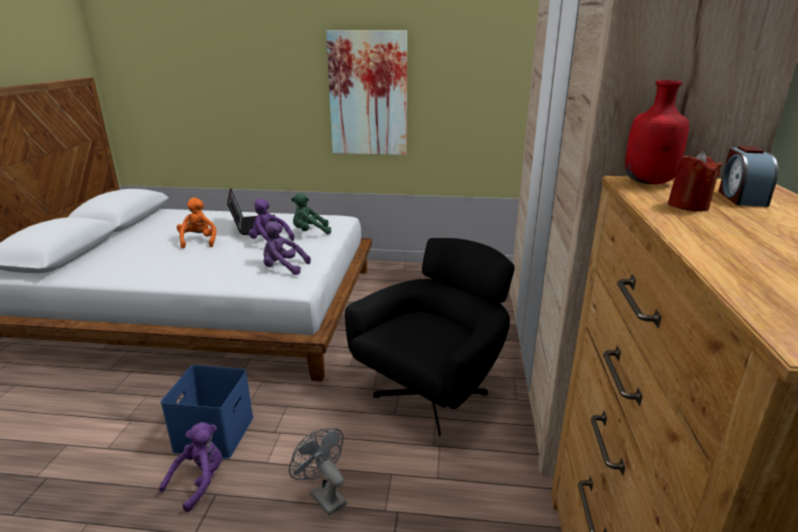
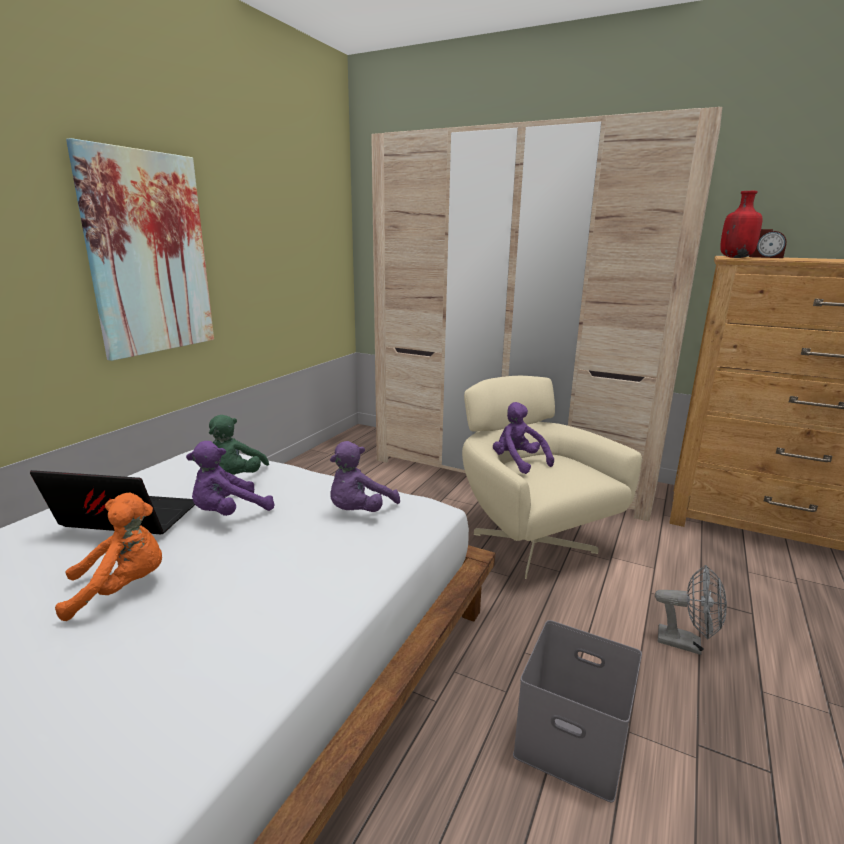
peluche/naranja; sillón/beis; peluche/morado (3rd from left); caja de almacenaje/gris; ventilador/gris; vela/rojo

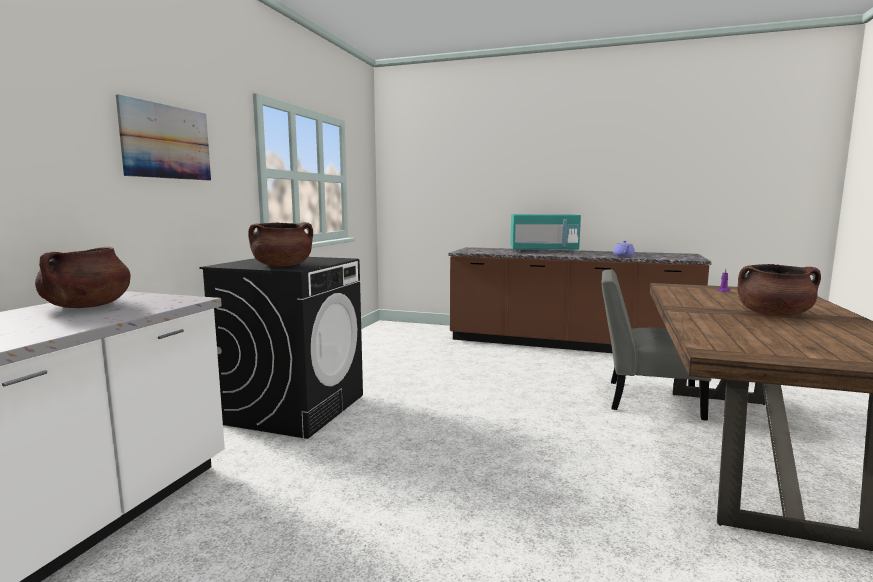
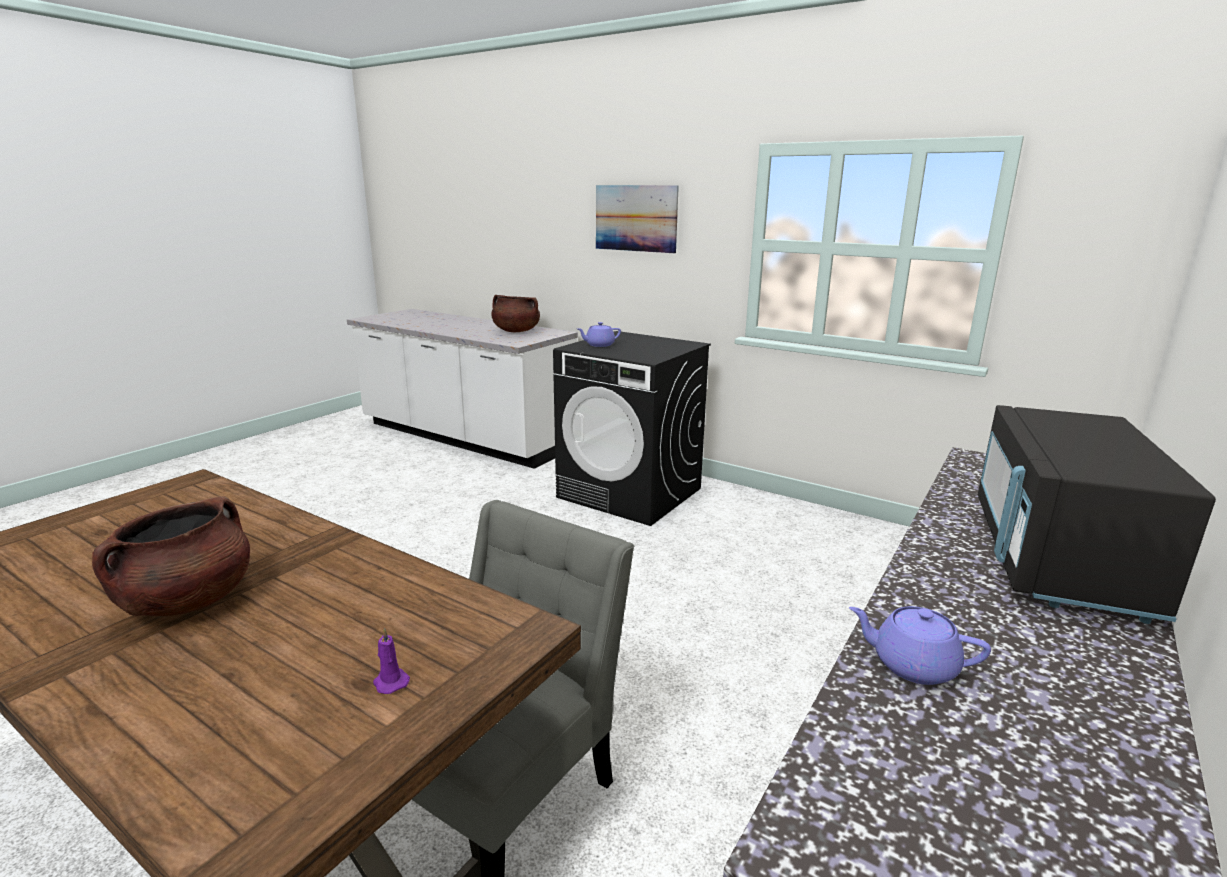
tetera/morado (1st from left); microondas/negro

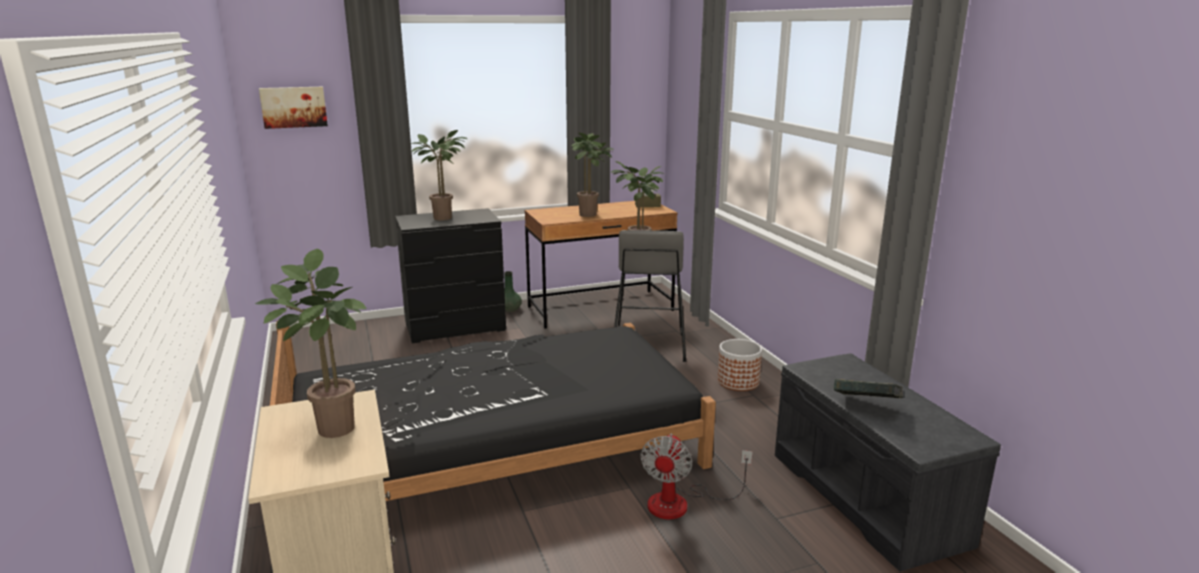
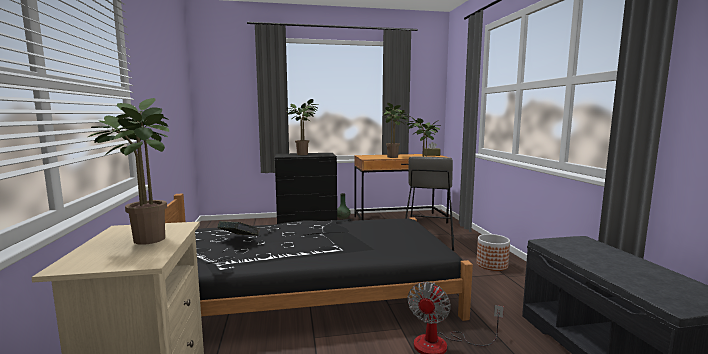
libro; cuadro

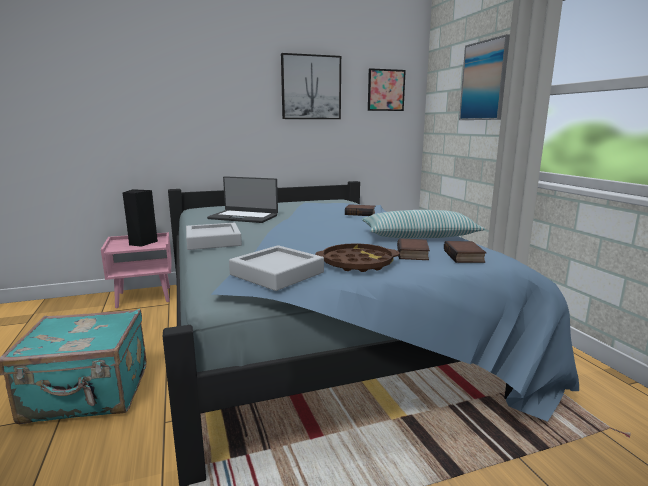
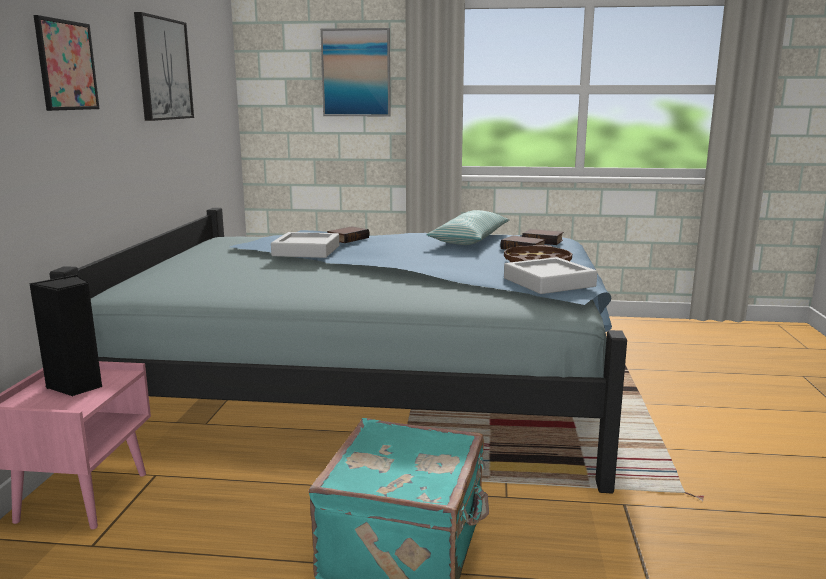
cuadro (1st from left); bandeja/gris (1st from left); portátil

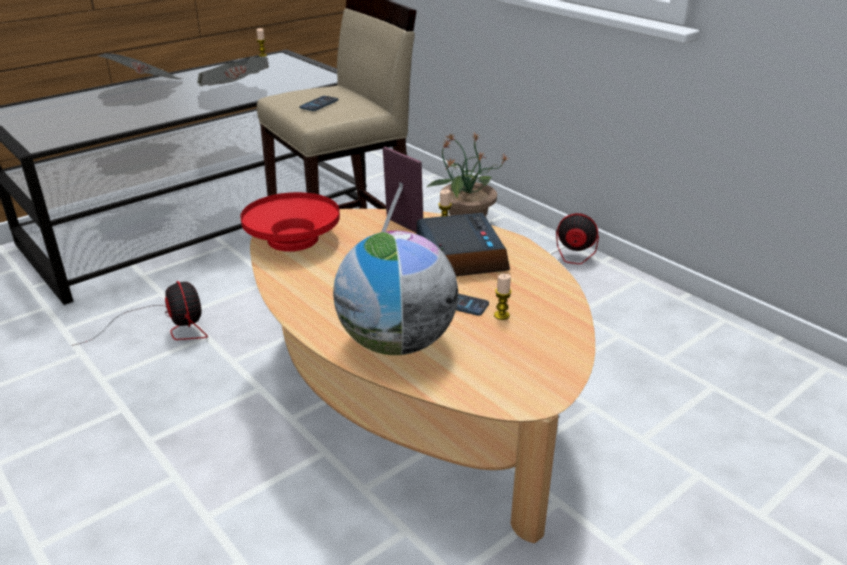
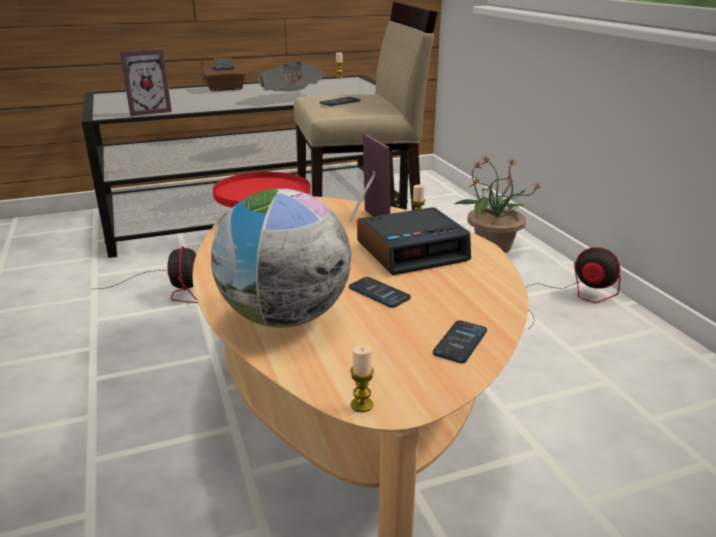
portarretratos (1st from left); caja de pañuelos/marrón; vela (2nd from left); despertador; móvil (3rd from left)

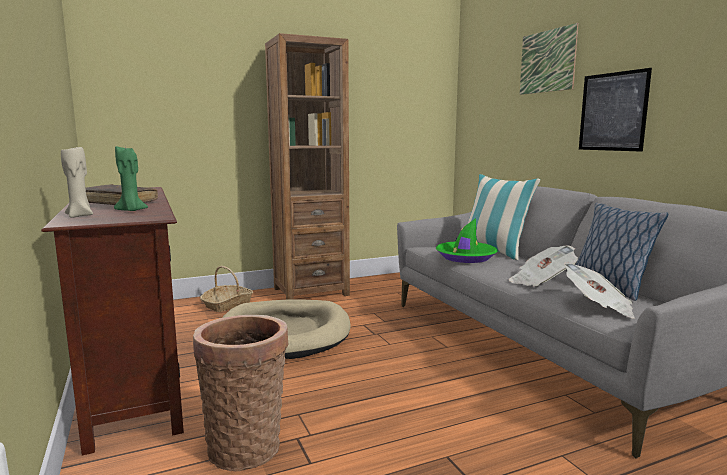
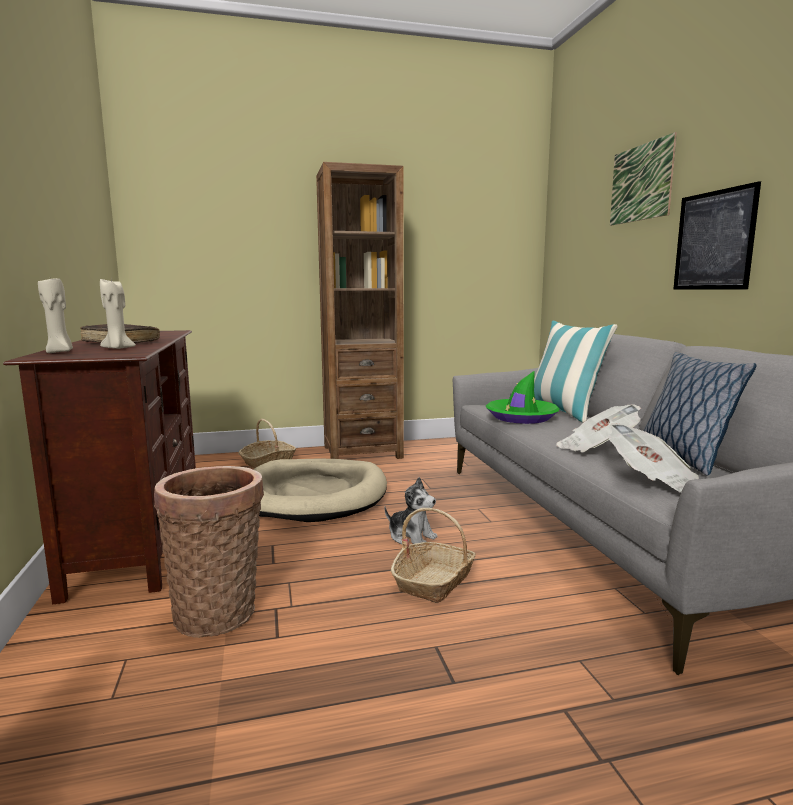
vela/beis (2nd from left); peluche; cesta (3rd from left)

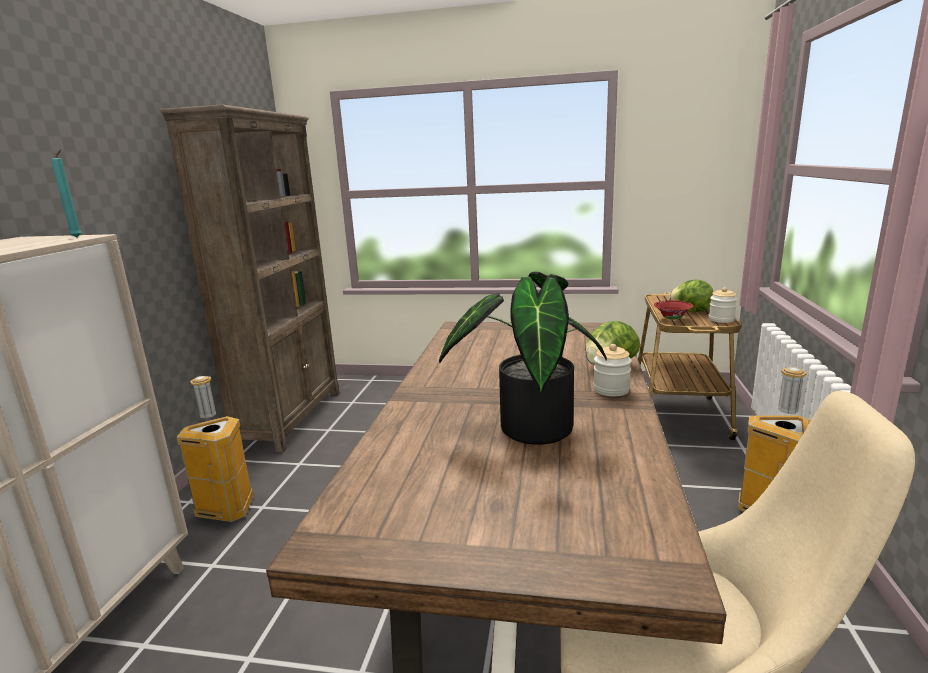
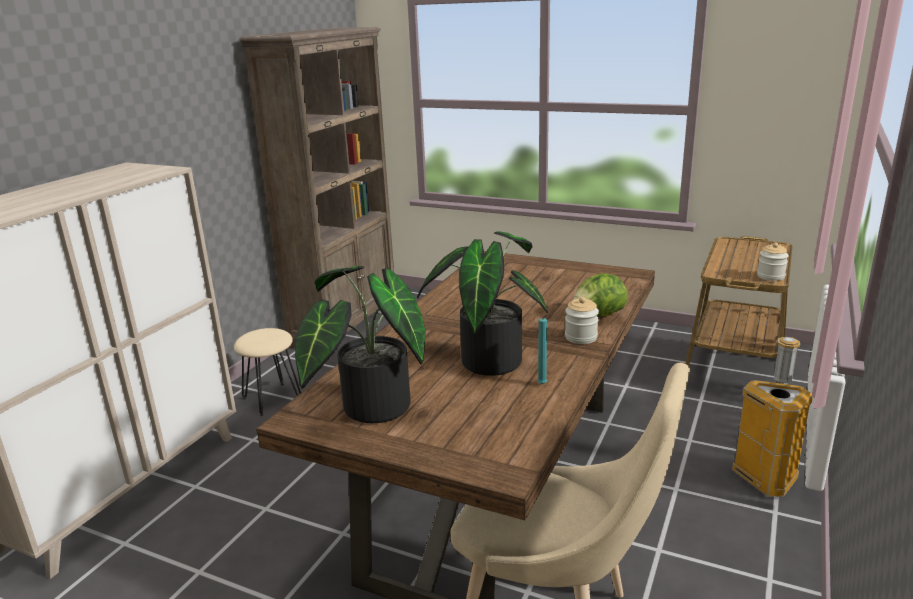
taburete/beis; planta en maceta (1st from left); vela/turquesa; cuenco/rojo; lechuga (2nd from left in the first image)

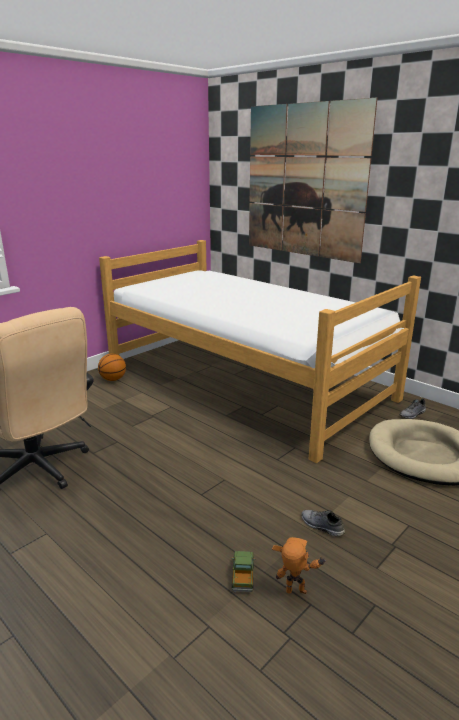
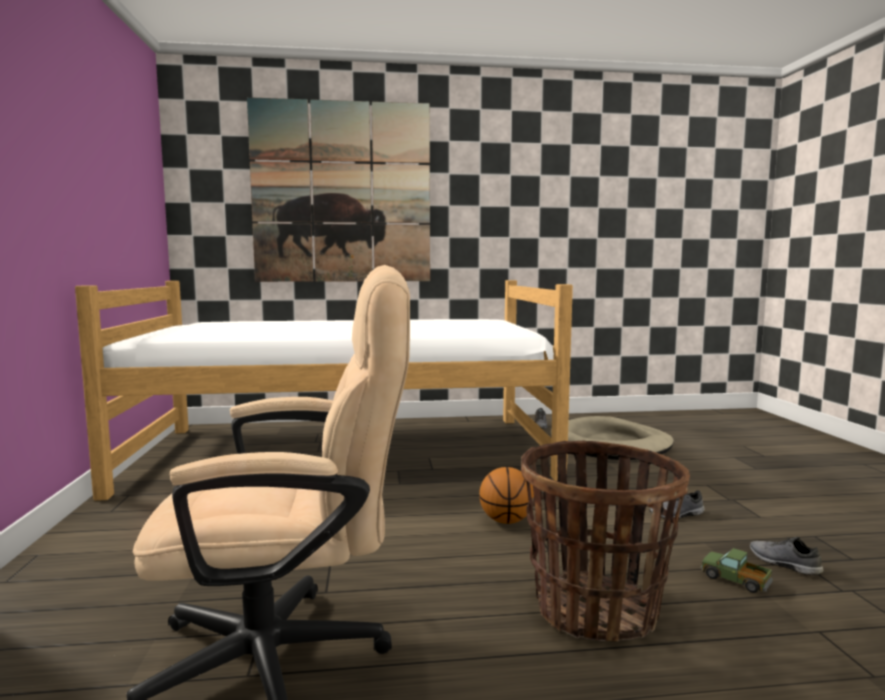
balón de baloncesto; cesta; zapato/gris (3rd from left)

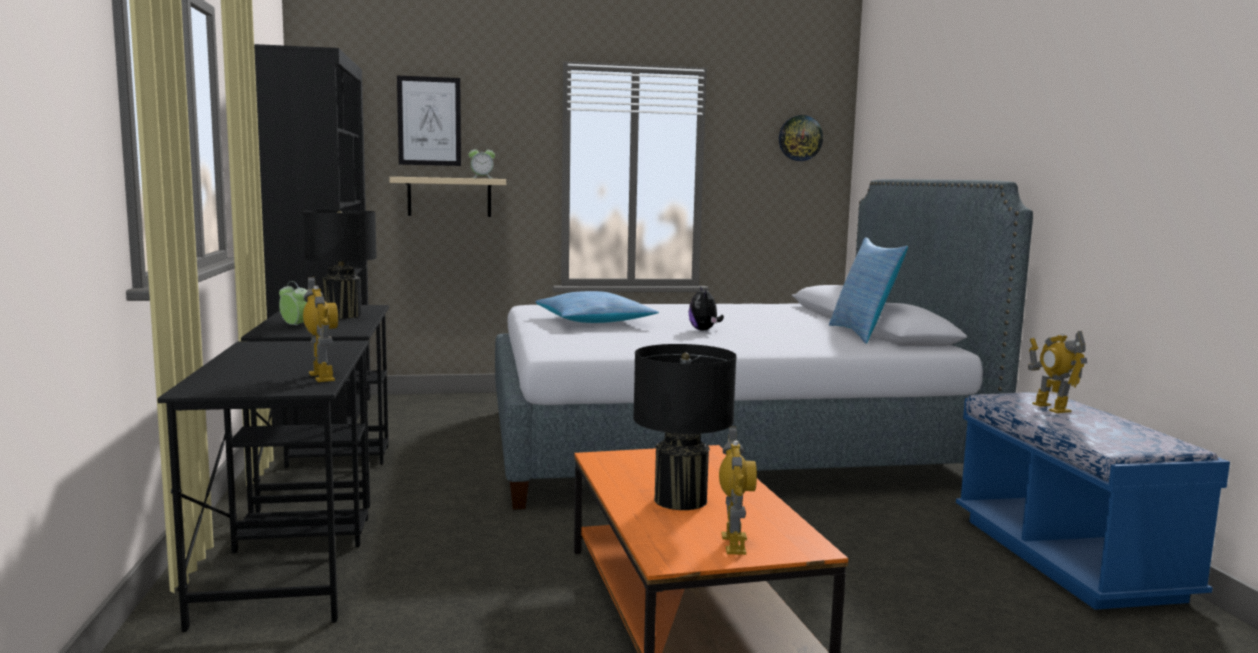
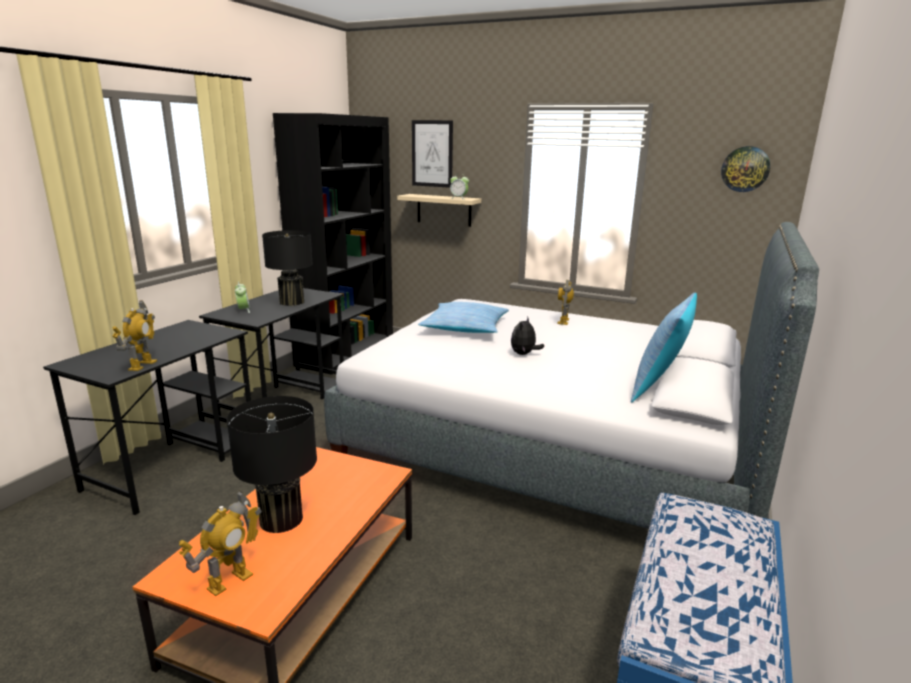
robot de juguete (3rd from left)

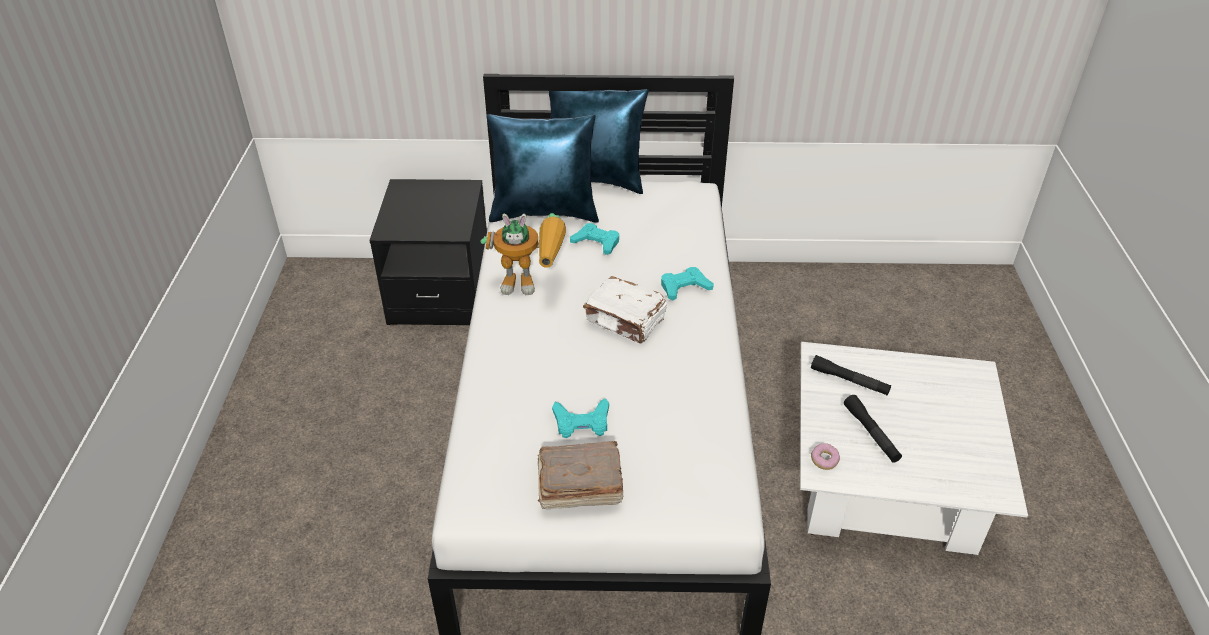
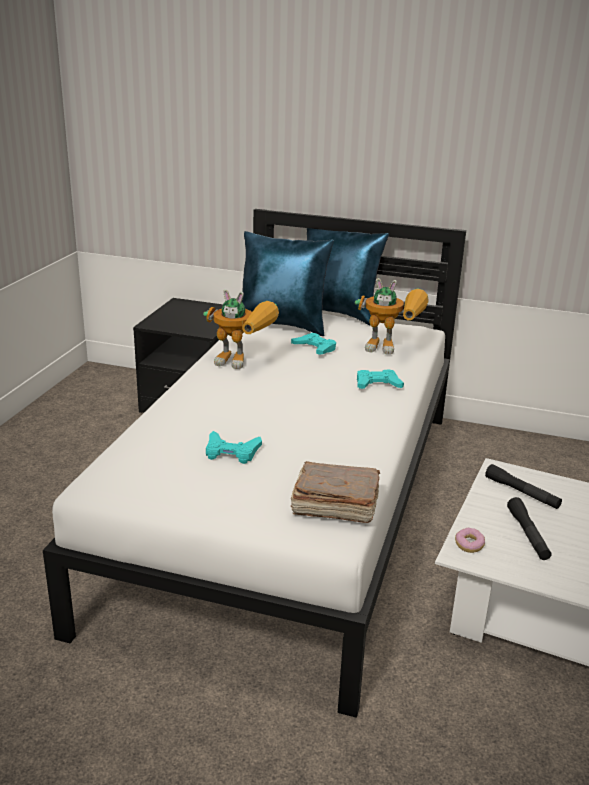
libro/marrón; robot de juguete (2nd from left); libro/blanco

